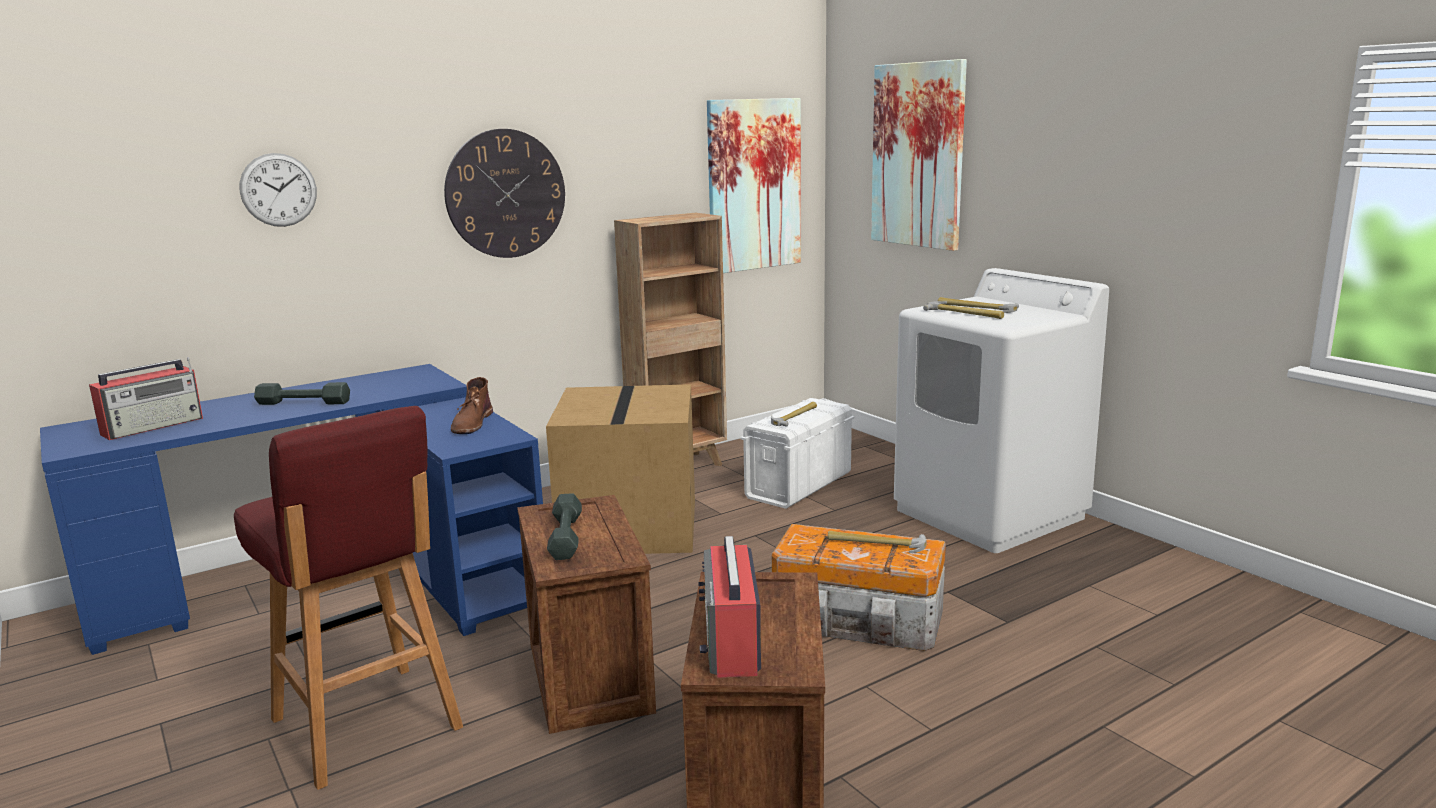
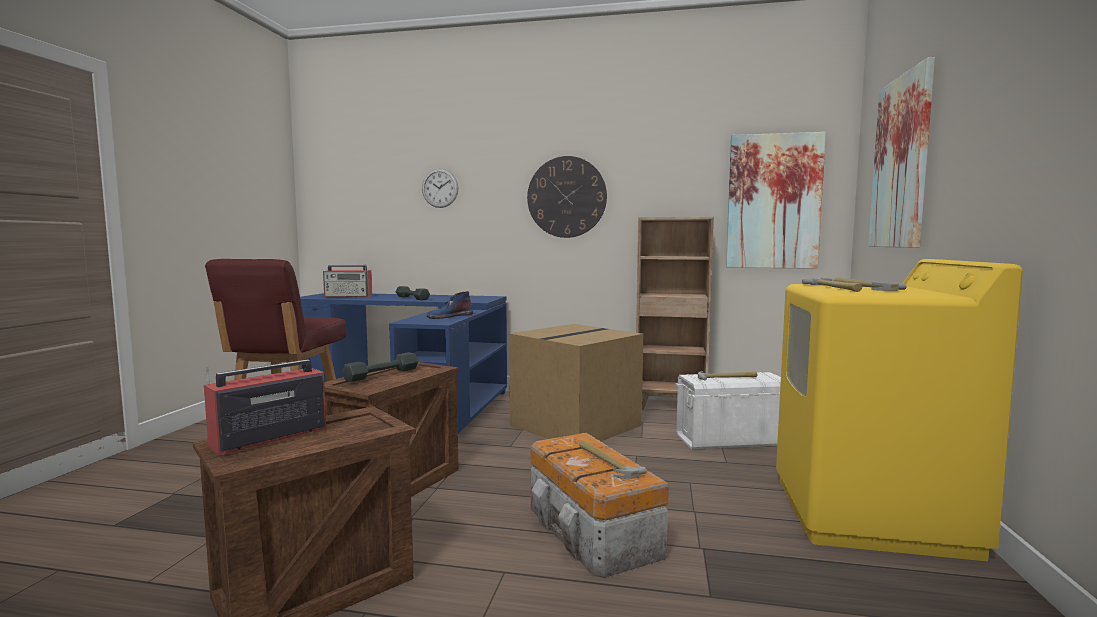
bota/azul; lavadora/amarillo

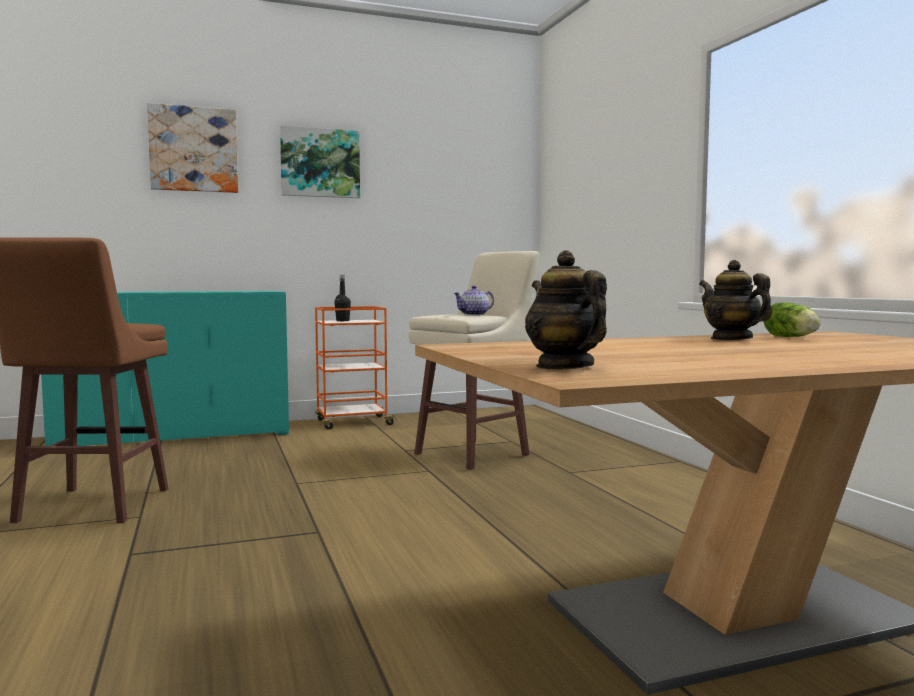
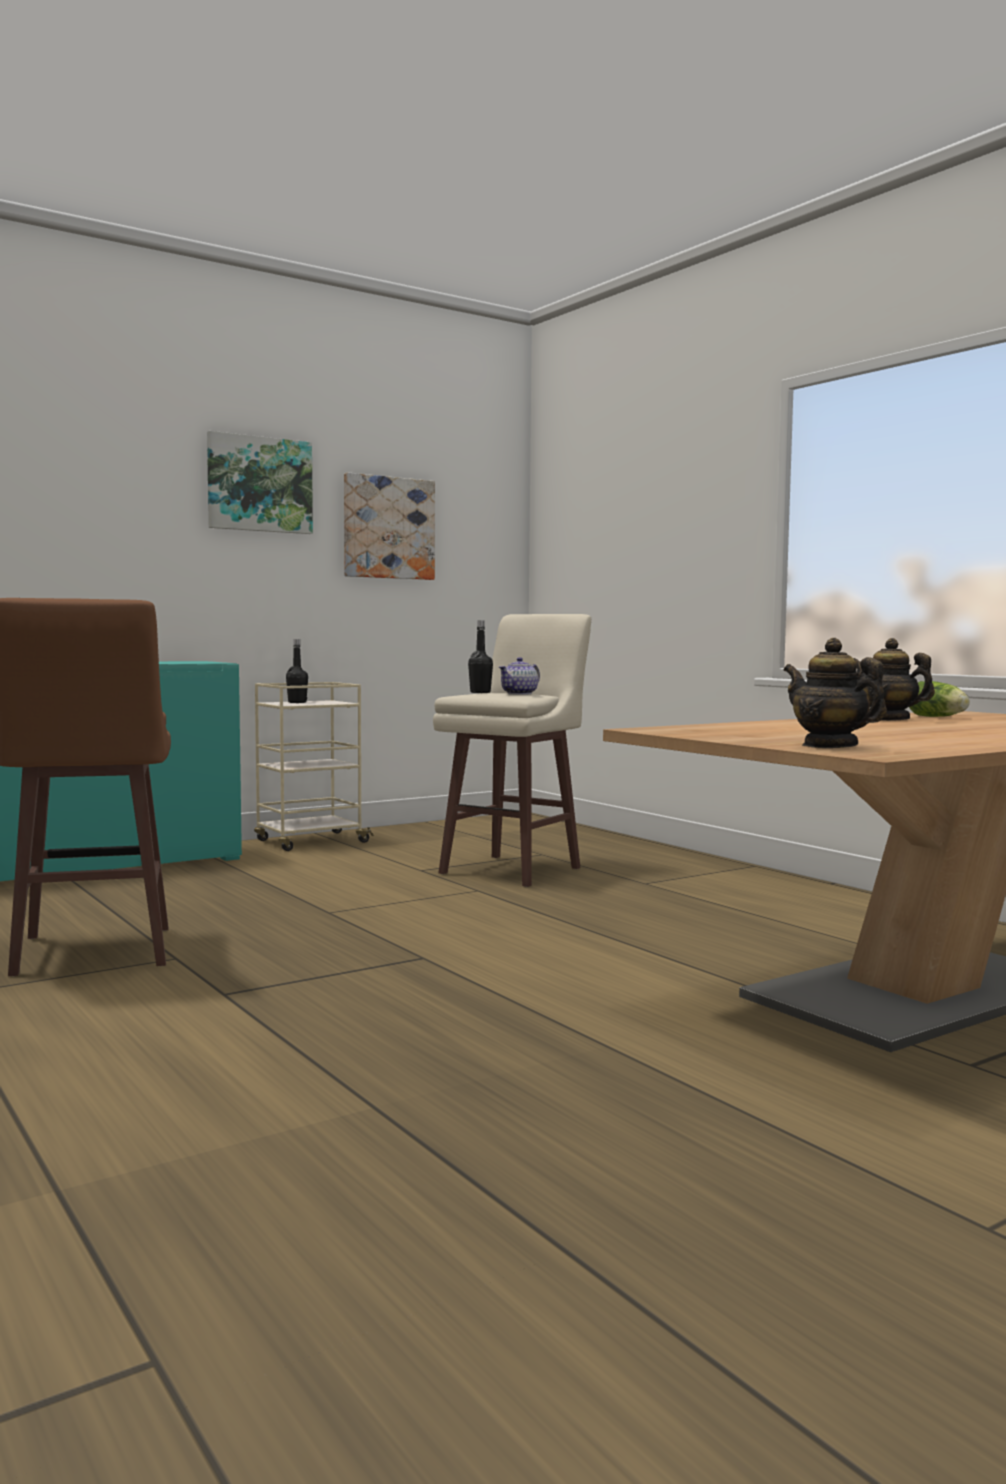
carrito/beis; cuadro (2nd from left); botella/negro (2nd from left)

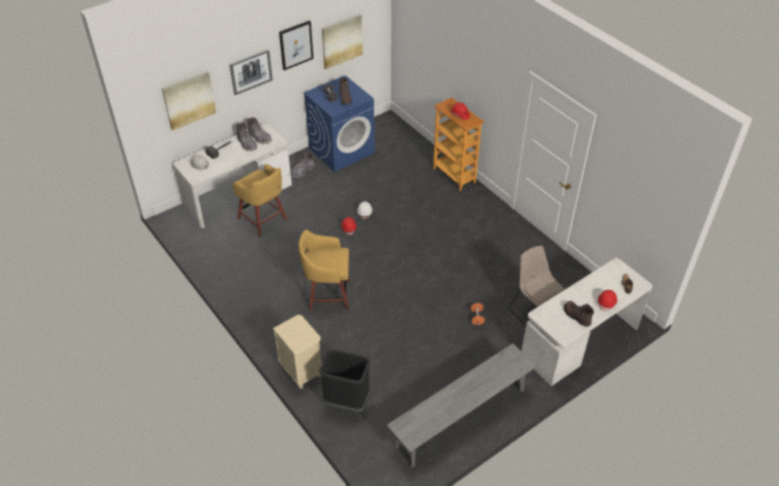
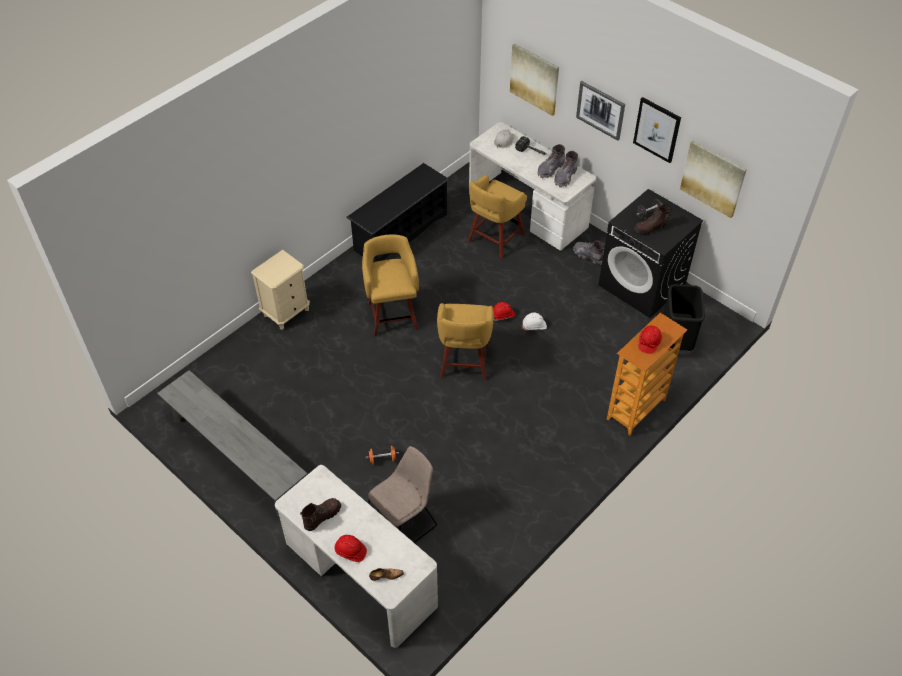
zapatero/negro; taburete/amarillo (2nd from left); lavadora/negro; papelera/negro

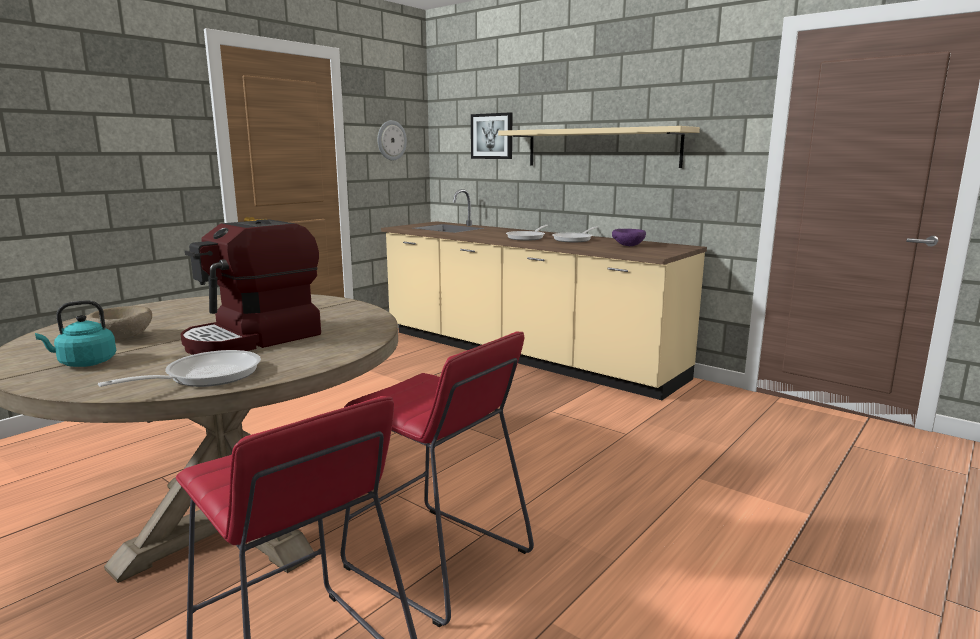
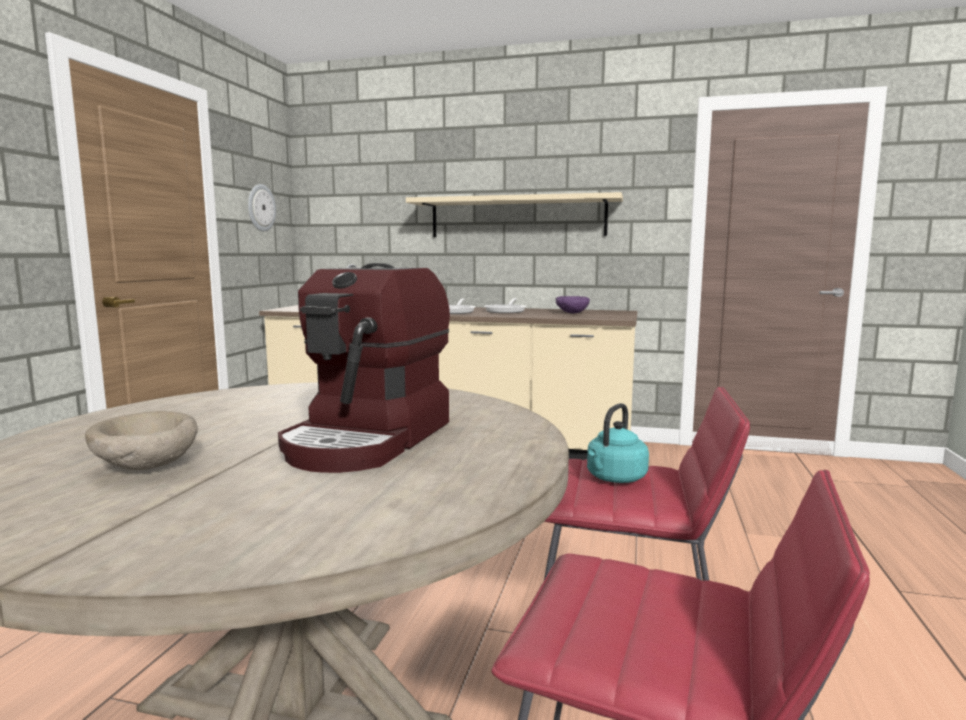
hervidor/turquesa; sartén (1st from left in the first image); cuadro

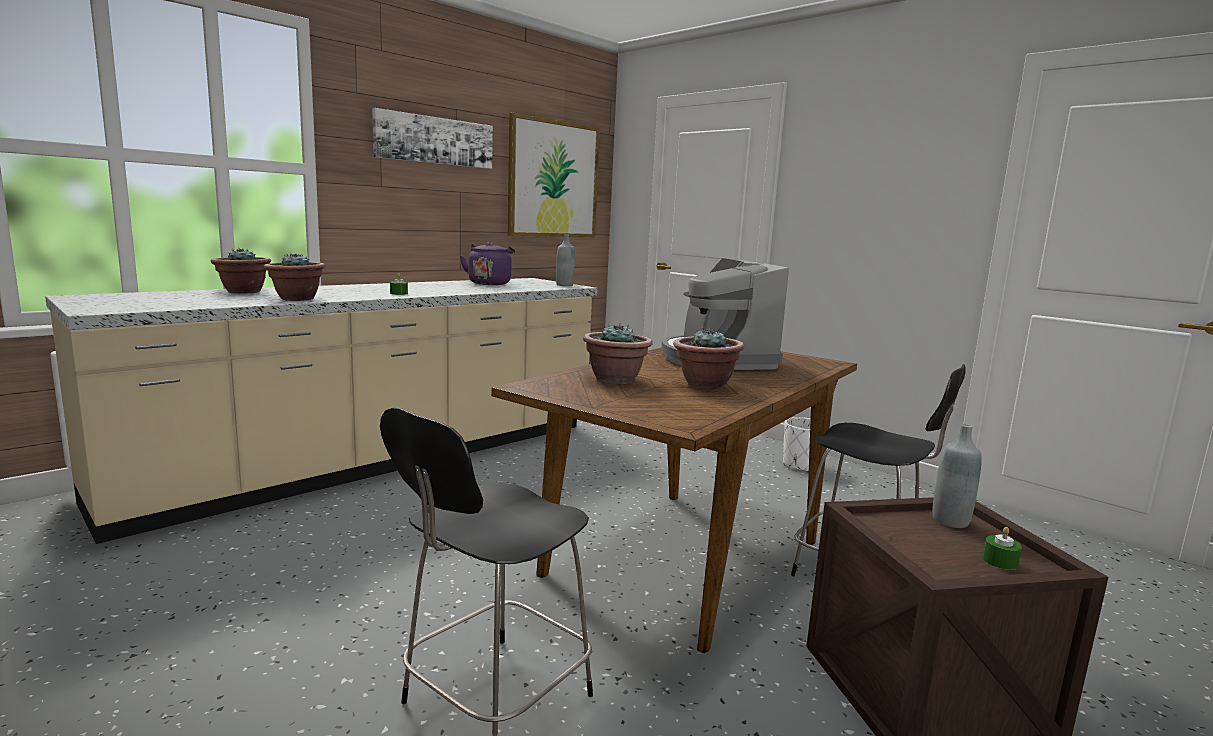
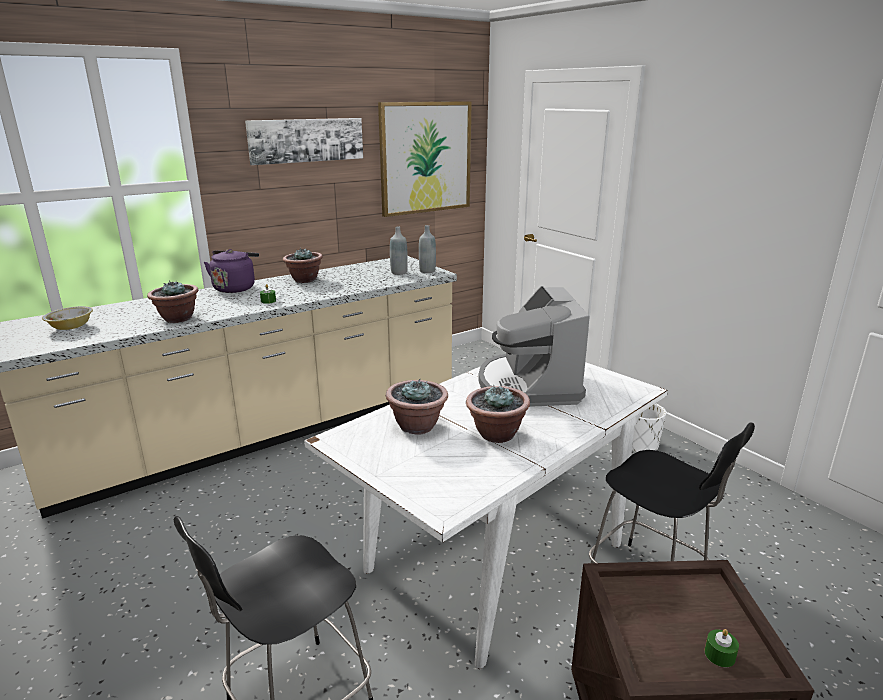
cuenco; hervidor/morado; planta en maceta (2nd from left); mesa de comedor/blanco; botella/gris (1st from left)

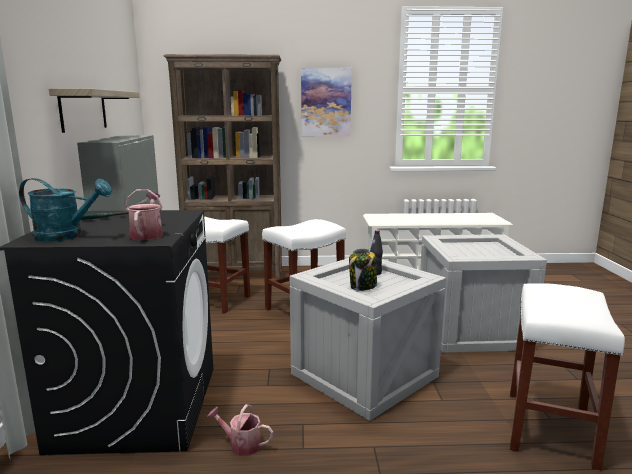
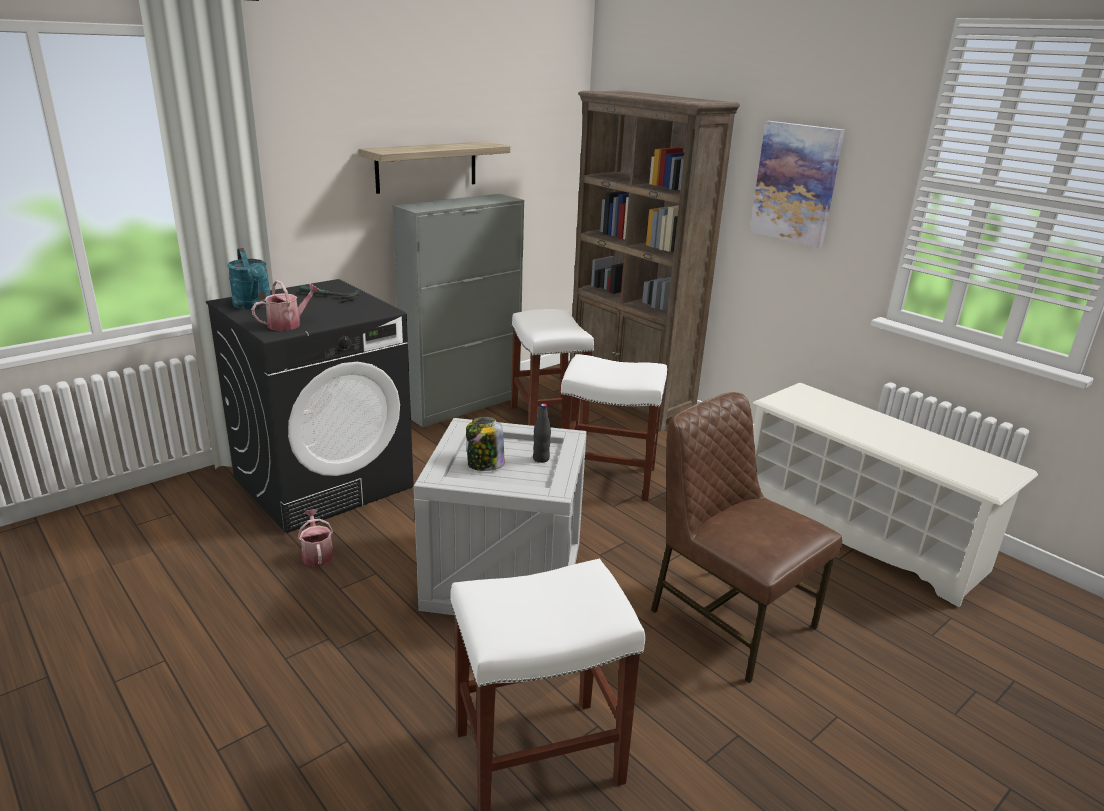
silla/marrón

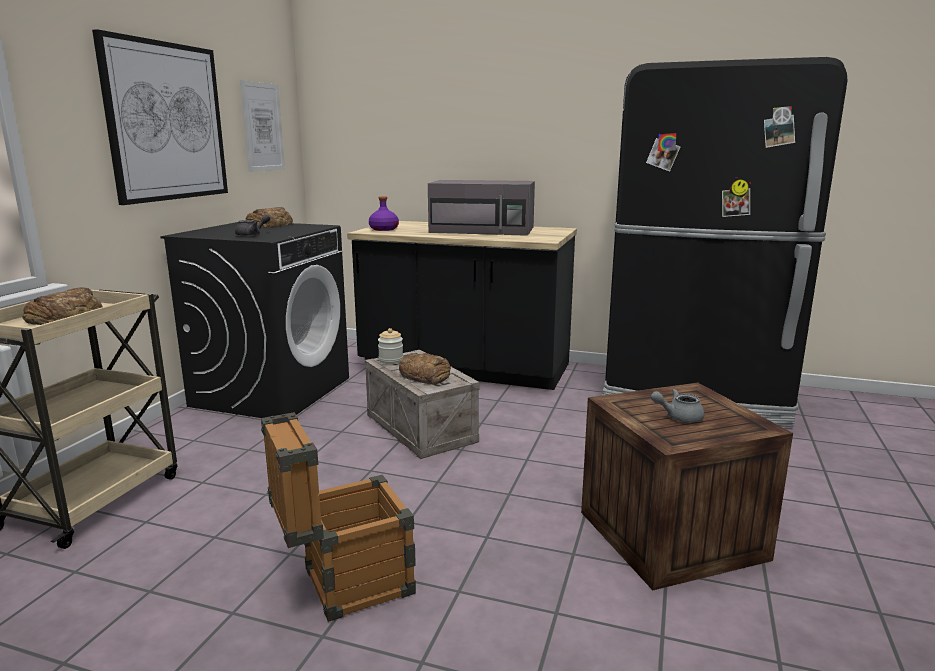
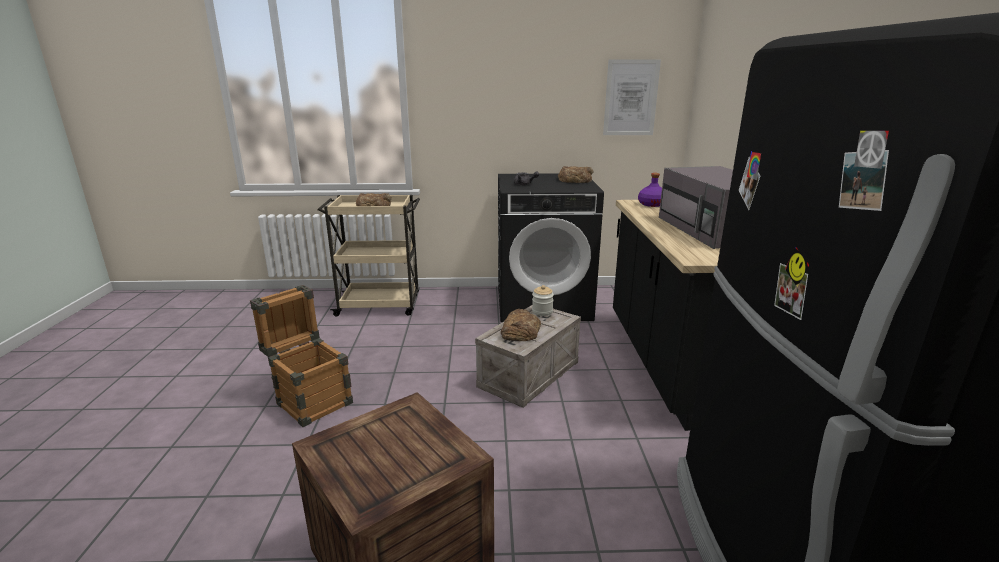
cuadro (1st from left in the first image); tetera/gris (2nd from left in the first image)

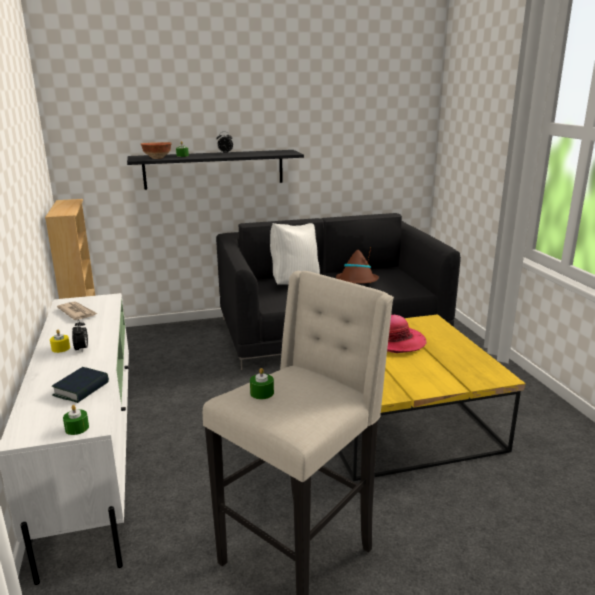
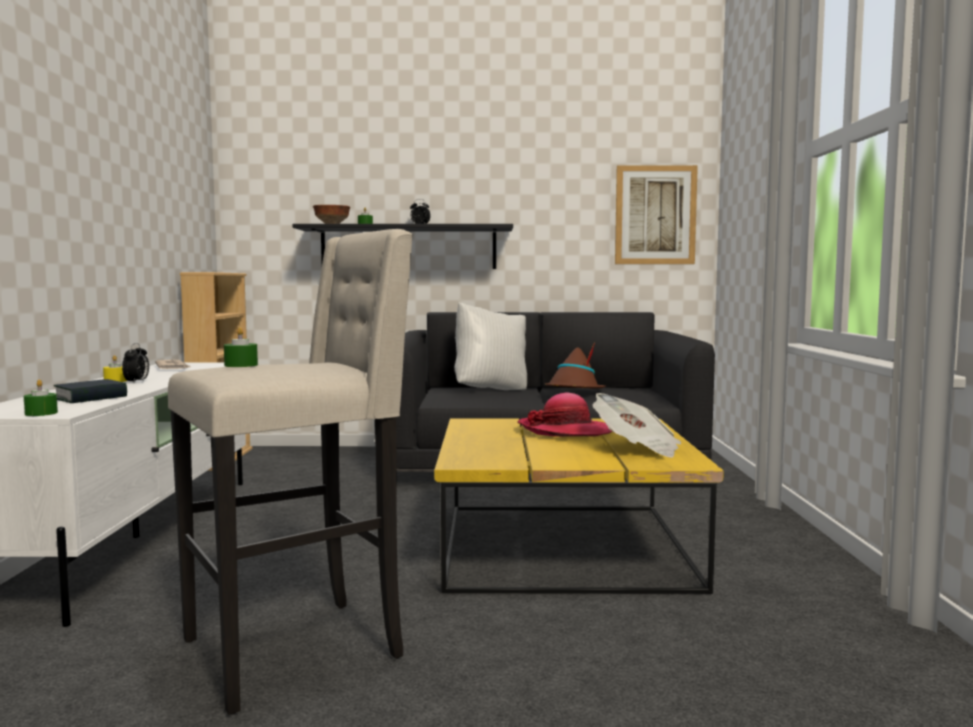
periódico (2nd from left); cuadro

